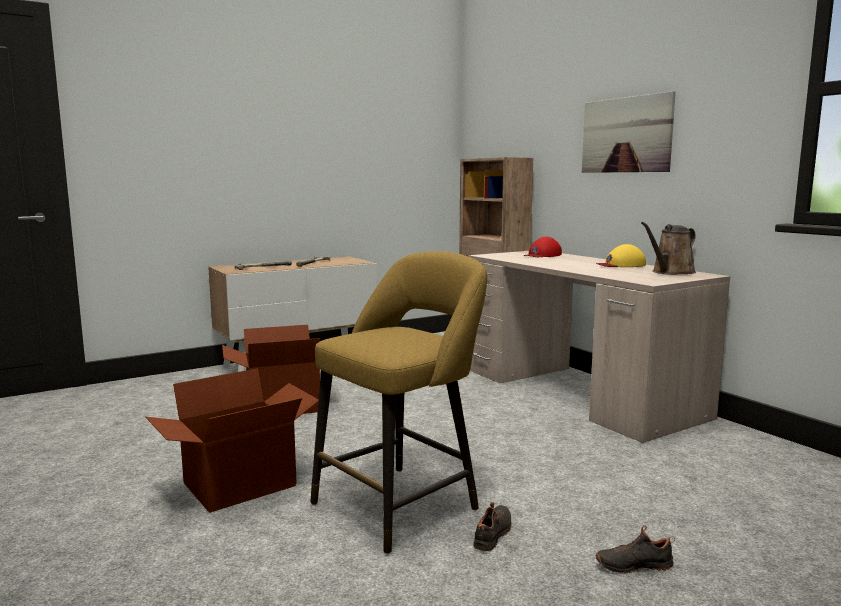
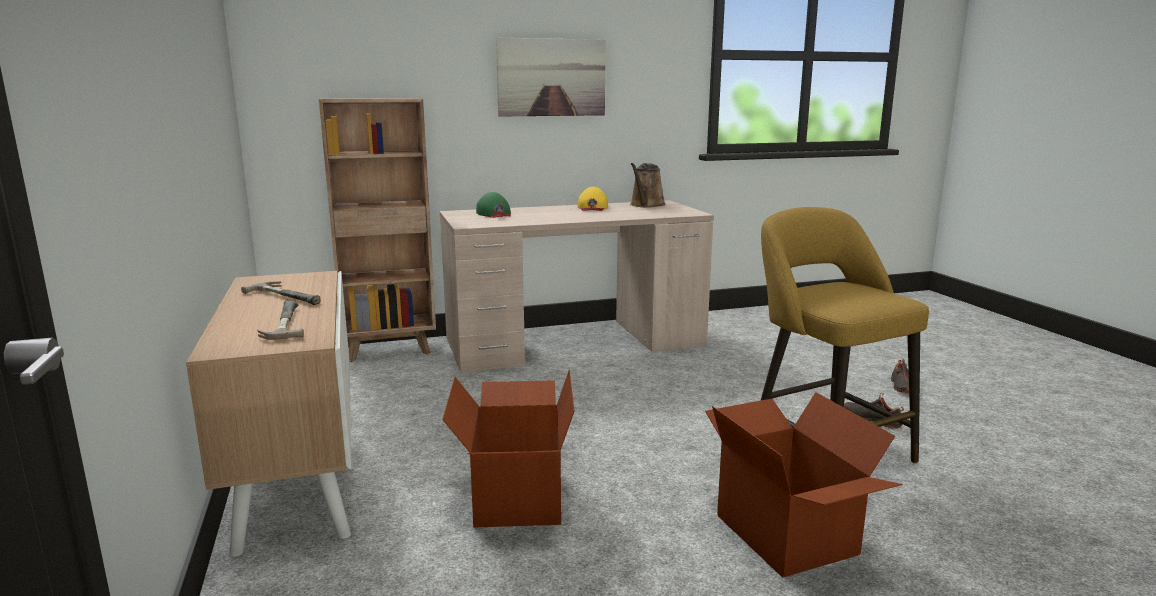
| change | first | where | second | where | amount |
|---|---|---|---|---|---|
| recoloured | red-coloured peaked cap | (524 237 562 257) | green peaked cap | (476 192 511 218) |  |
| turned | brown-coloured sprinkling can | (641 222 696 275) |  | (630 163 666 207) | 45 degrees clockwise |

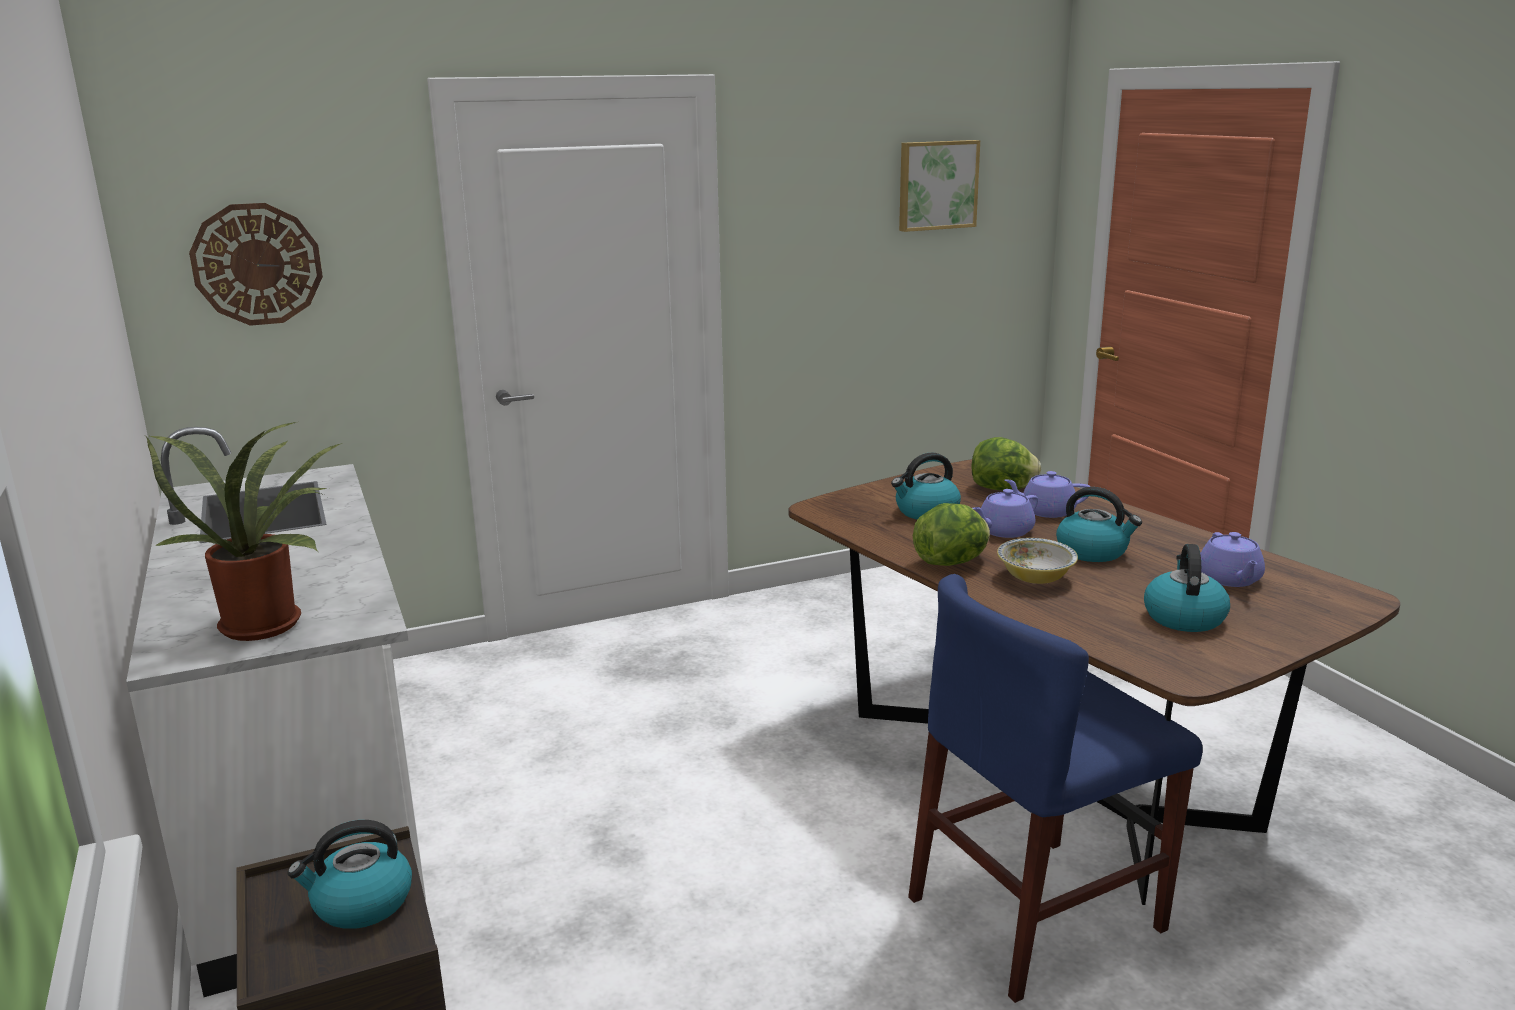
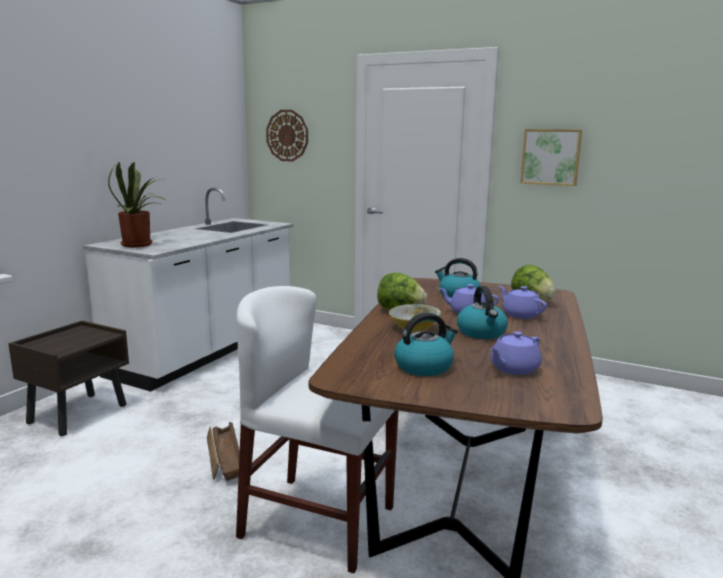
| change | first | where | second | where | amount |
|---|---|---|---|---|---|
| added |  |  | packing crate | (207 422 240 481) |  |
| recoloured | blue plain chair | (908 574 1203 1003) | white plain chair | (236 286 398 573) |  |
| moved | wall picture | (899 140 980 232) |  | (520 129 582 186) |  |
| removed | water kettle | (287 820 412 929) |  |  |  |

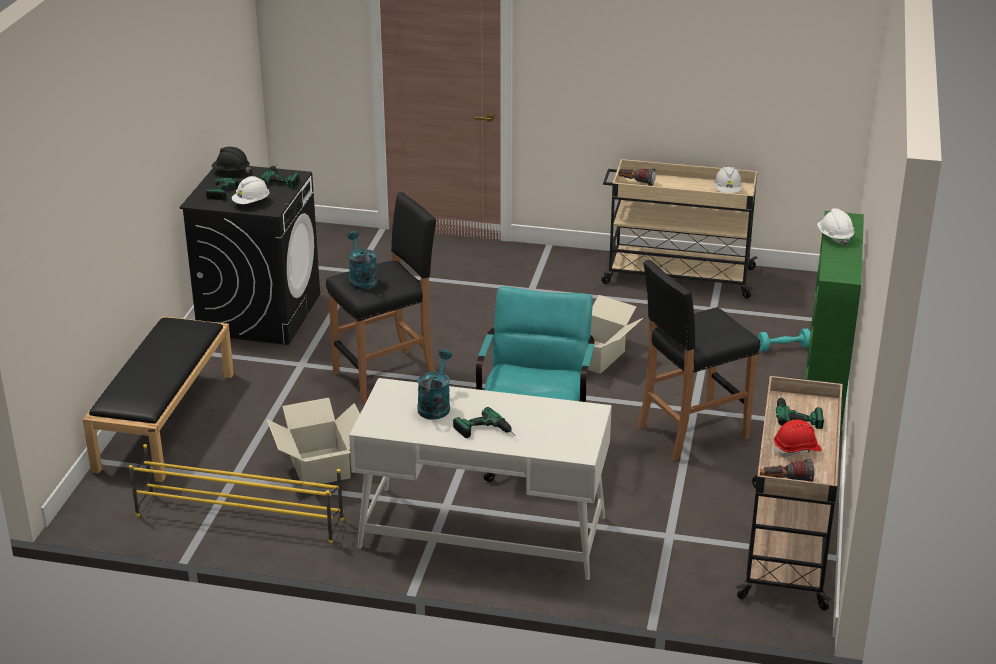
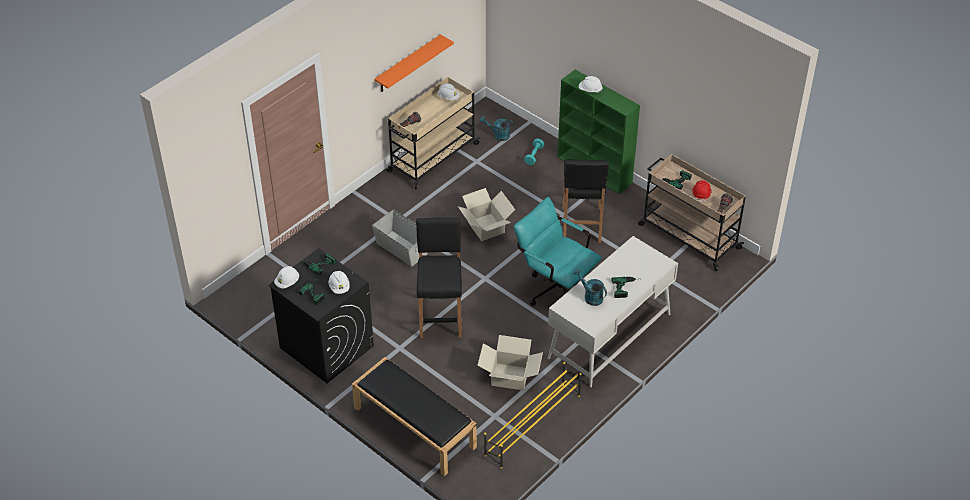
| change | first | where | second | where | amount |
|---|---|---|---|---|---|
| recoloured | black-coloured safety helmet | (212 147 250 173) | white safety helmet | (274 266 299 289) |  |
| added |  |  | greyish storage bin | (372 209 428 267) |  |
| added |  |  | orange-coloured wall shelf | (375 34 454 92) |  |
| moved | turquoise sprinkling can | (347 231 378 290) |  | (480 116 514 141) |  |

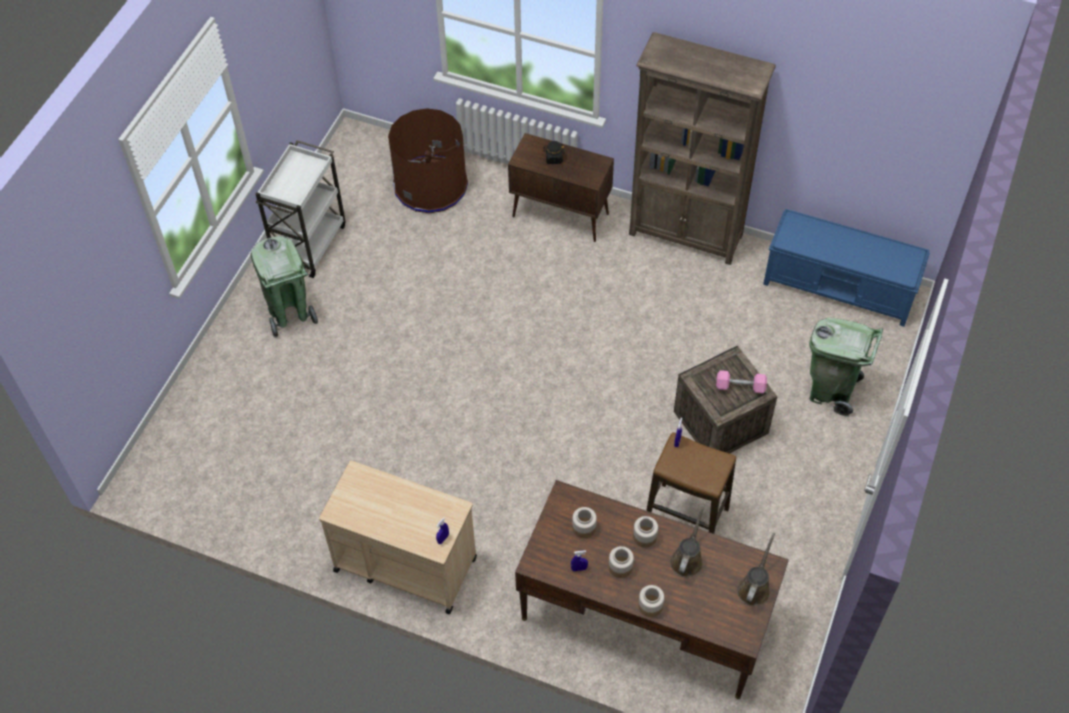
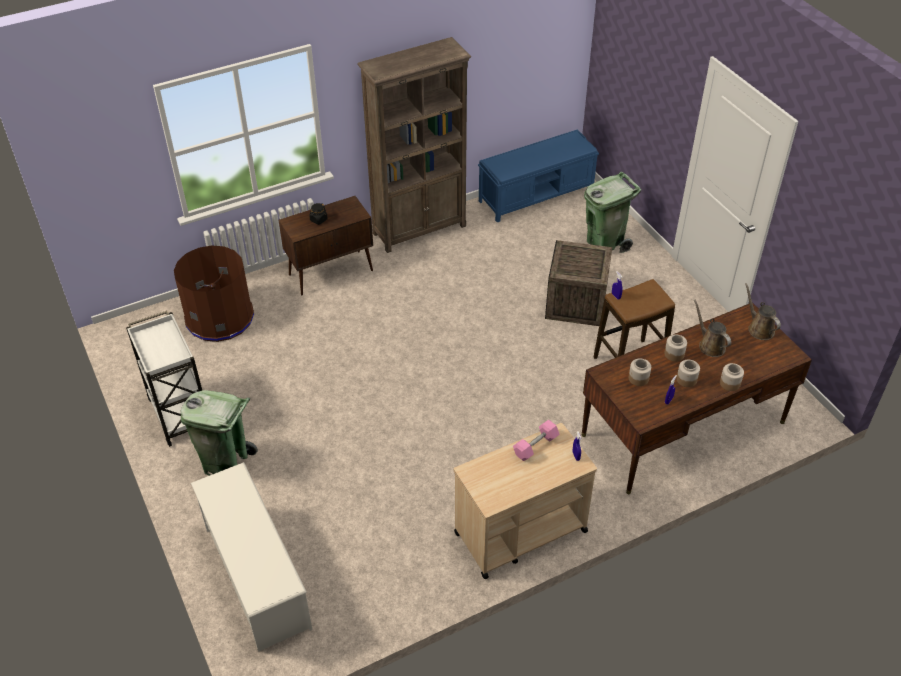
| change | first | where | second | where | amount |
|---|---|---|---|---|---|
| added |  |  | white shoe rack | (191 462 313 652) |  |
| moved | pink-coloured dumbbell | (716 370 767 394) |  | (513 420 560 461) |  |

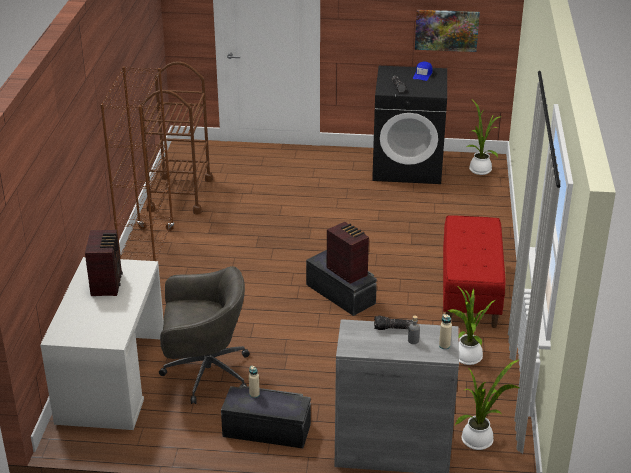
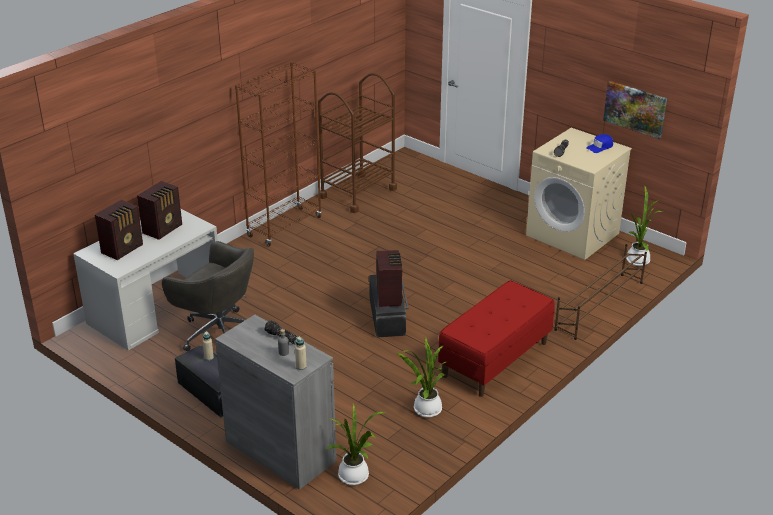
| change | first | where | second | where | amount |
|---|---|---|---|---|---|
| added |  |  | radio receiver | (95 200 143 260) |  |
| recoloured | black-coloured laundry appliance | (372 66 447 184) | beige-coloured laundry appliance | (526 128 632 260) |  |
| added |  |  | brown-coloured shoe rack | (554 244 647 340) |  |

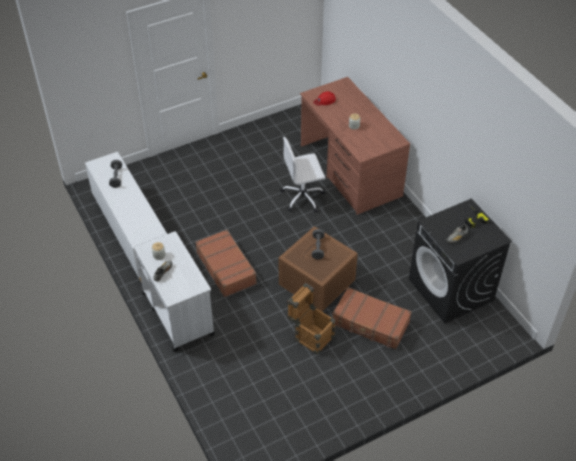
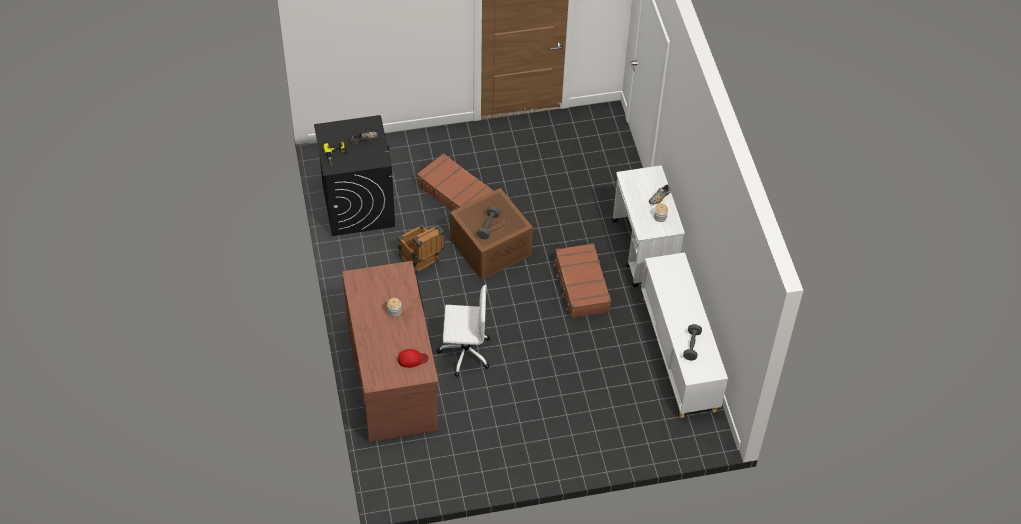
| change | first | where | second | where | amount |
|---|---|---|---|---|---|
| moved | packing crate | (288 283 336 355) |  | (398 224 444 274) |  |

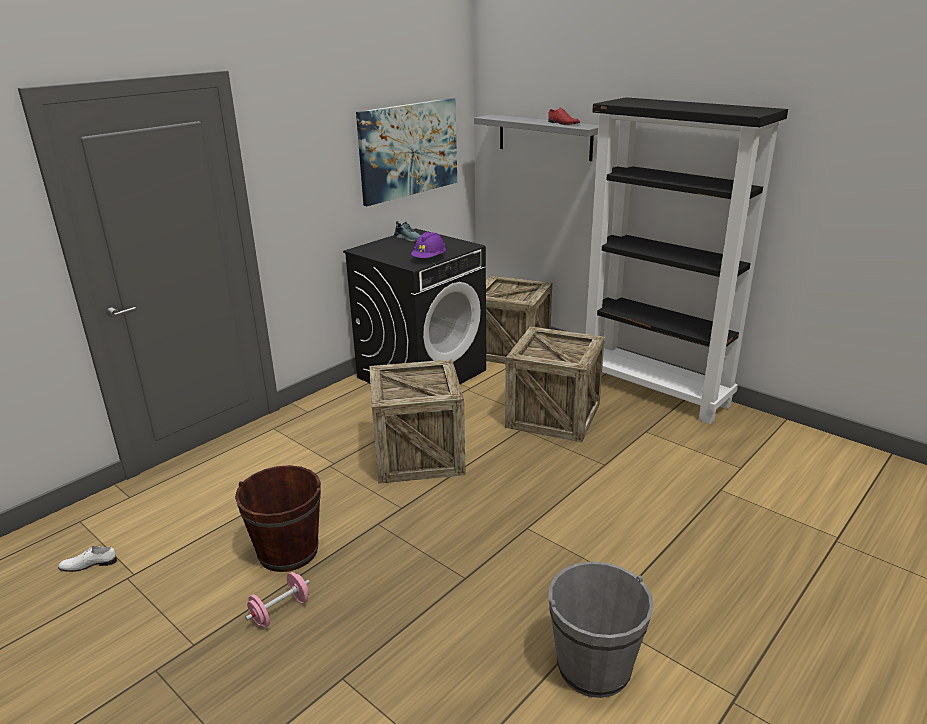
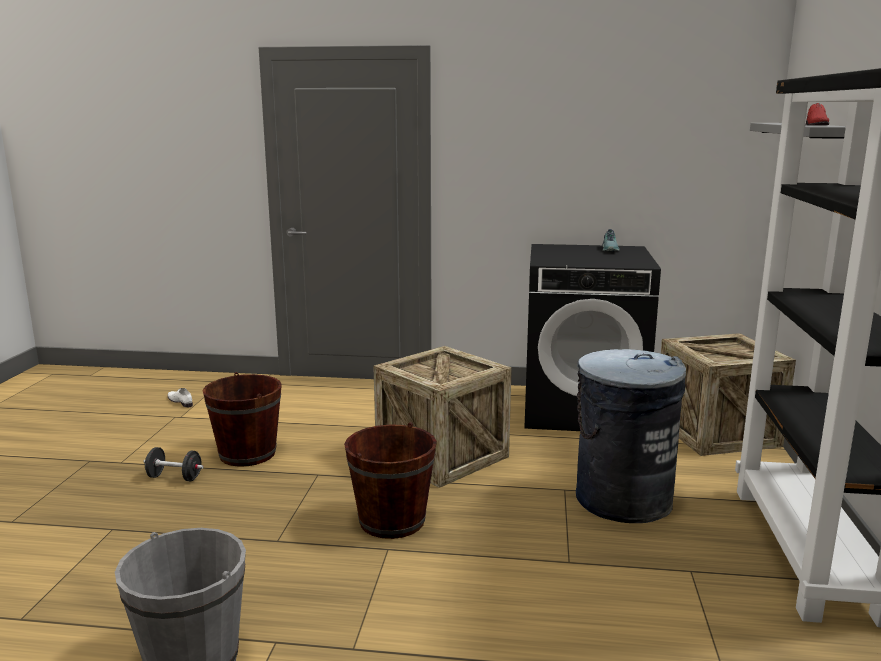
| change | first | where | second | where | amount |
|---|---|---|---|---|---|
| recoloured | pink-coloured dumbbell | (245 572 310 628) | black-coloured dumbbell | (143 447 204 481) |  |
| added |  |  | brown-coloured bucket | (344 422 437 539) |  |
| replaced | packing crate | (505 326 605 442) | greyish trash can | (576 349 686 523) |  |
| removed | wall picture | (356 98 457 206) |  |  |  |
| removed | purplish safety helmet | (411 232 446 258) |  |  |  |

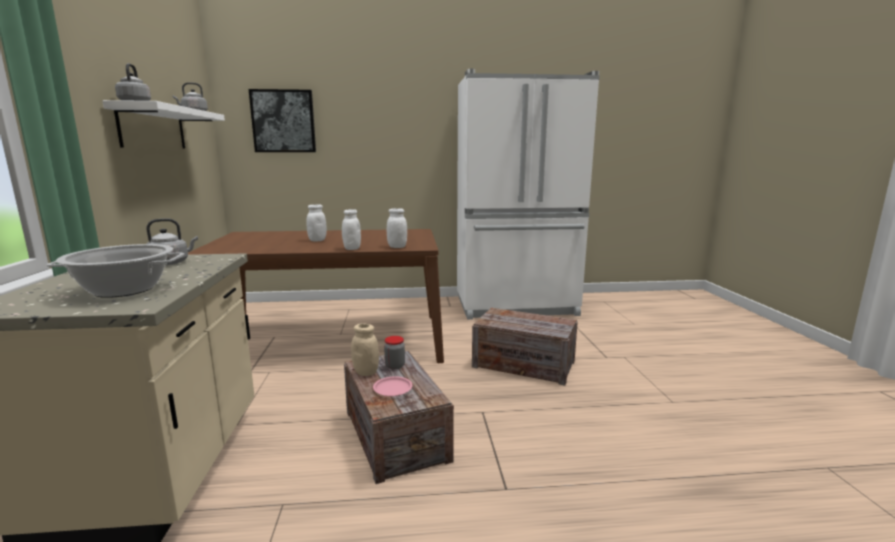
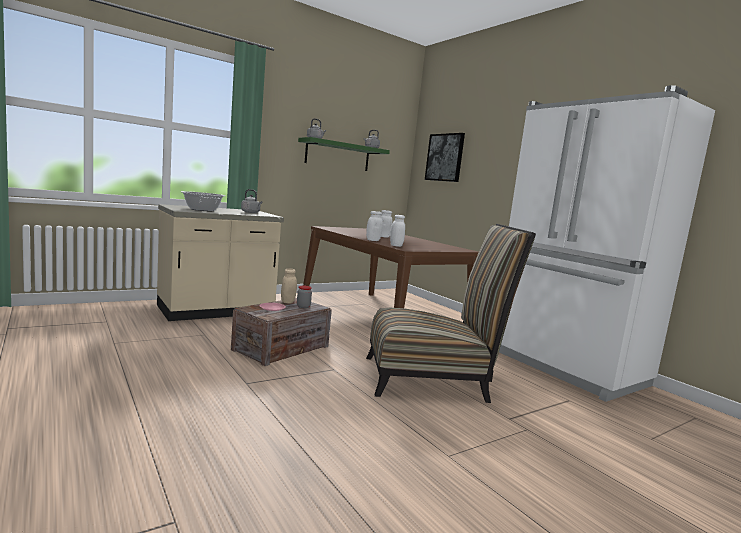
| change | first | where | second | where | amount |
|---|---|---|---|---|---|
| recoloured | white wall shelf | (103 100 225 149) | green wall shelf | (298 137 390 171) |  |
| replaced | packing crate | (472 308 578 385) | plain chair | (366 224 536 403) |  |

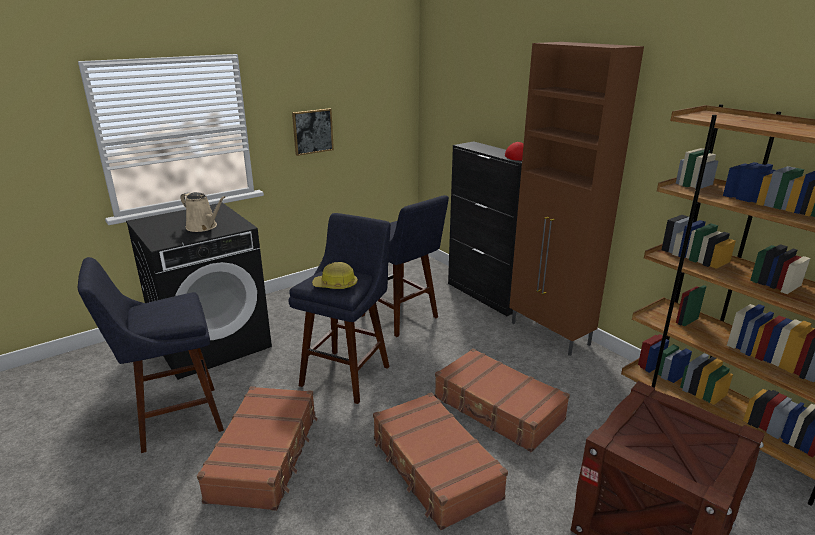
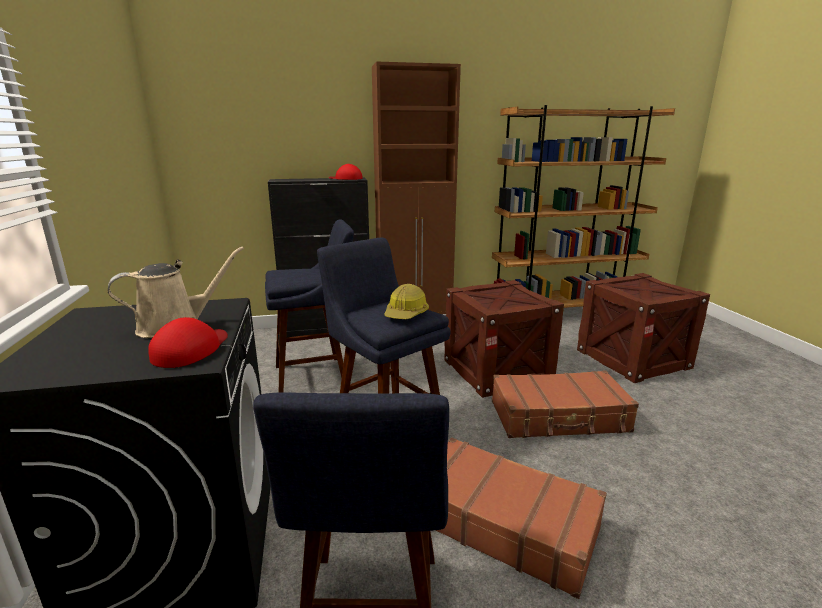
| change | first | where | second | where | amount |
|---|---|---|---|---|---|
| added |  |  | red-coloured peaked cap | (148 317 228 368) |  |
| replaced | brown-coloured piece of luggage | (435 348 570 452) | packing crate | (444 280 564 398) |  |
| removed | wall picture | (292 108 334 156) |  |  |  |

